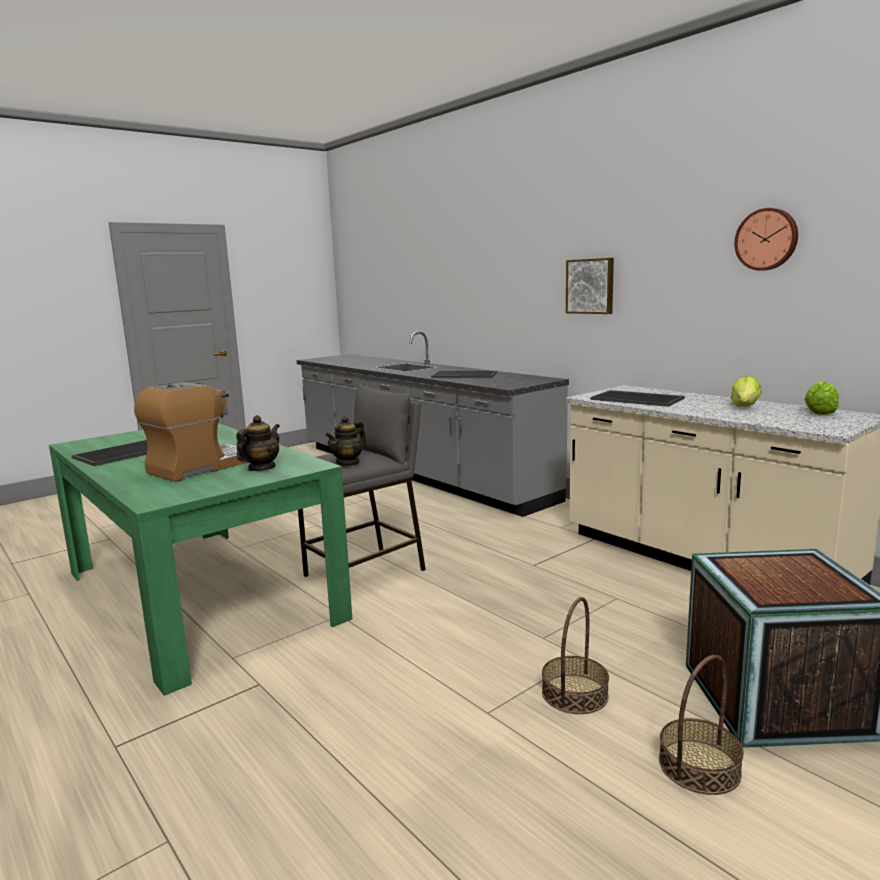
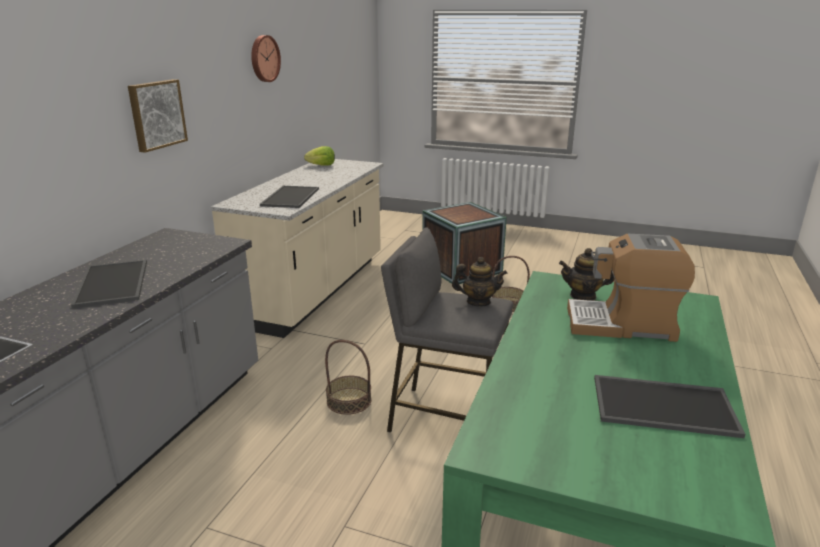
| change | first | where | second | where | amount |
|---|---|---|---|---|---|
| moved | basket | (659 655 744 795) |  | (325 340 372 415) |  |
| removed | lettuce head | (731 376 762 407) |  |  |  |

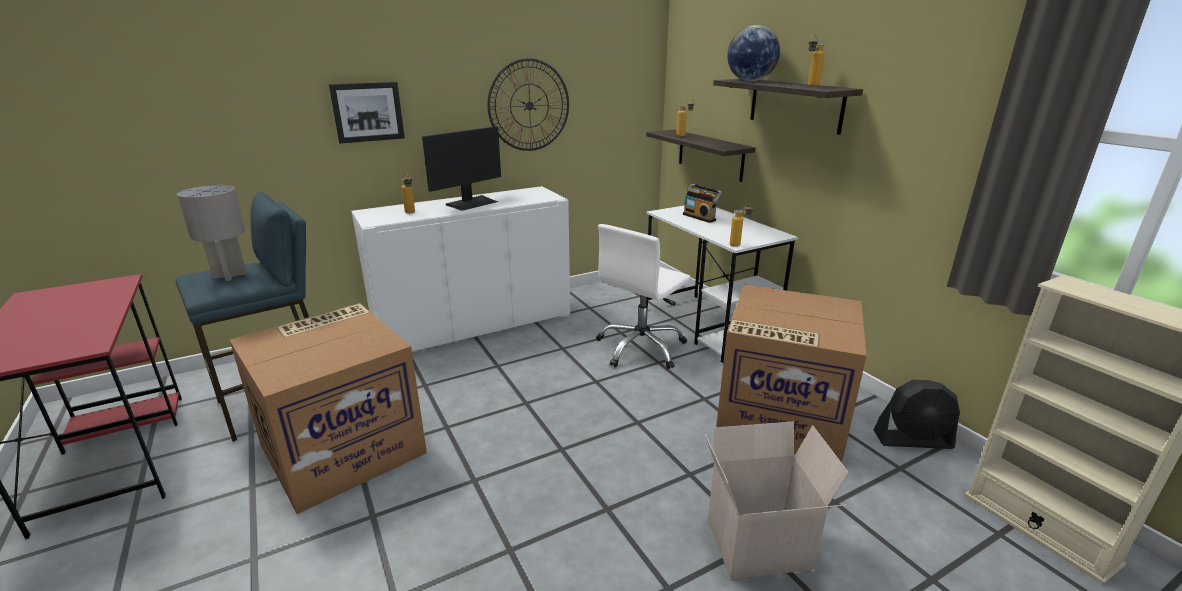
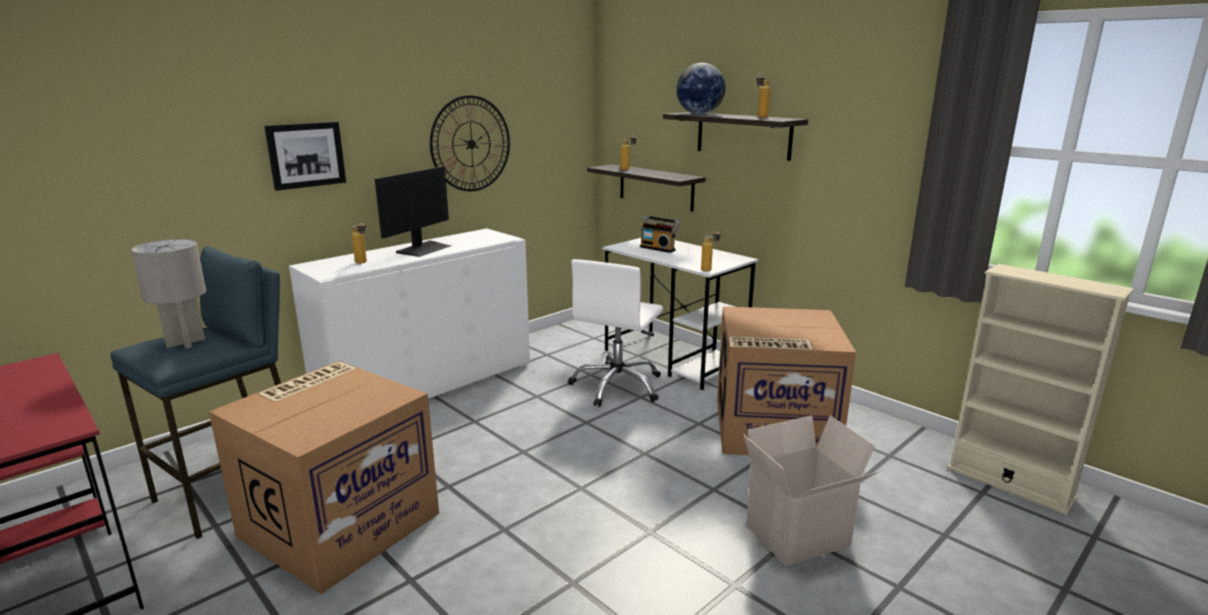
| change | first | where | second | where | amount |
|---|---|---|---|---|---|
| removed | black-coloured electric fan | (874 380 960 449) |  |  |  |

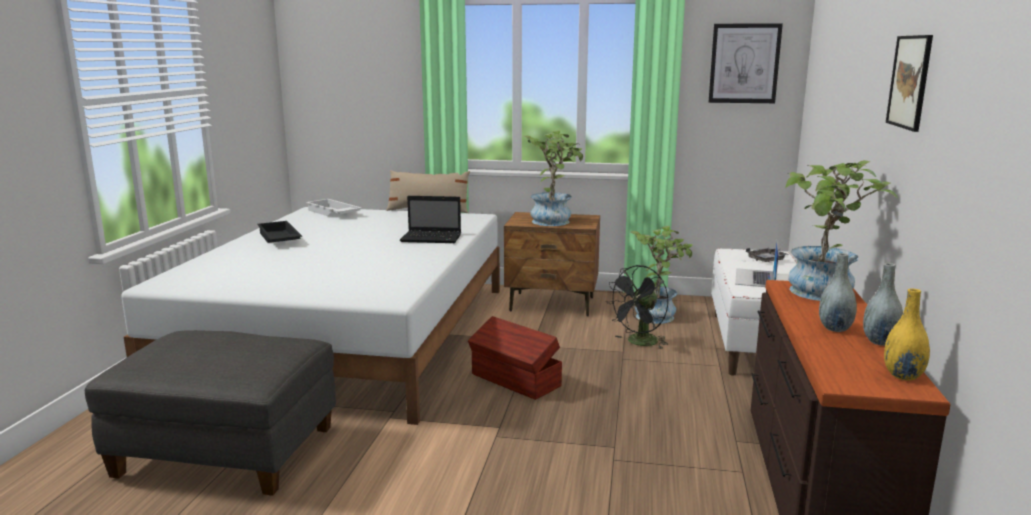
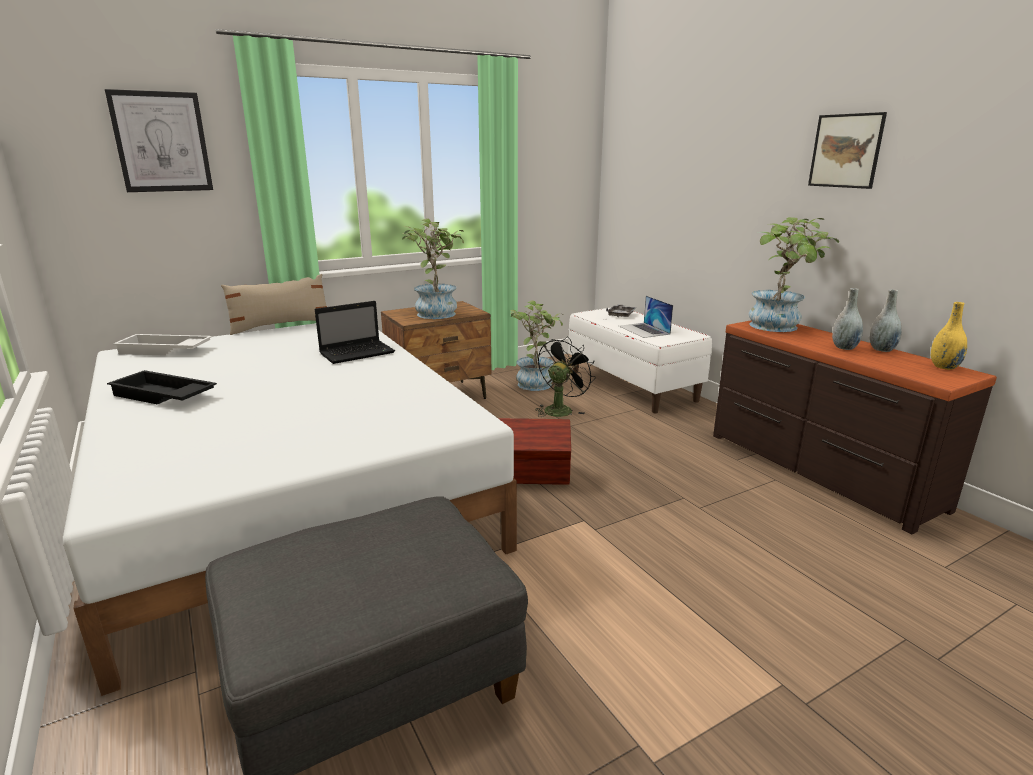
| change | first | where | second | where | amount |
|---|---|---|---|---|---|
| moved | wall picture | (709 23 783 103) |  | (105 89 213 192) |  |
| turned | black-coloured electric fan | (606 265 668 349) |  | (535 336 596 417) | 150 degrees counterclockwise |

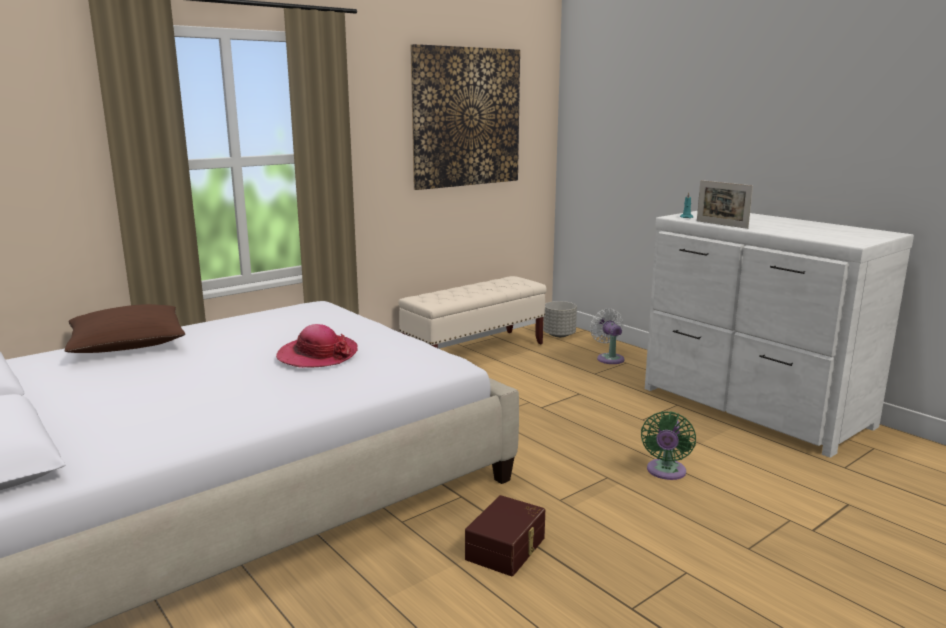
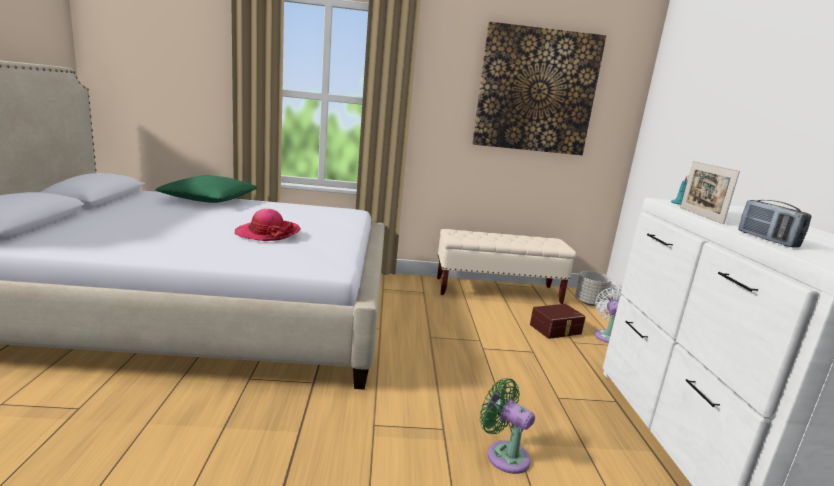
| change | first | where | second | where | amount |
|---|---|---|---|---|---|
| recoloured | brown-coloured throw pillow | (65 304 185 353) | green throw pillow | (155 176 258 203) |  |
| turned | green electric fan | (641 411 696 480) |  | (480 378 535 474) | 75 degrees clockwise |
| moved | brown-coloured storage bin | (465 495 545 576) |  | (530 304 586 339) |  |
| added |  |  | radio receiver | (738 200 812 248) |  |

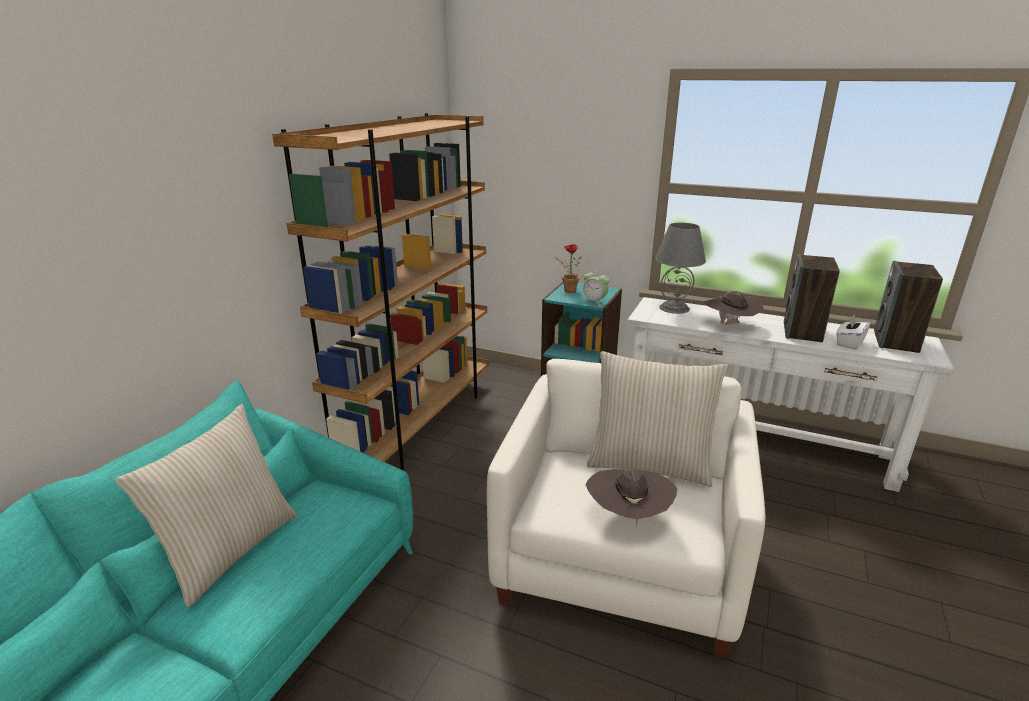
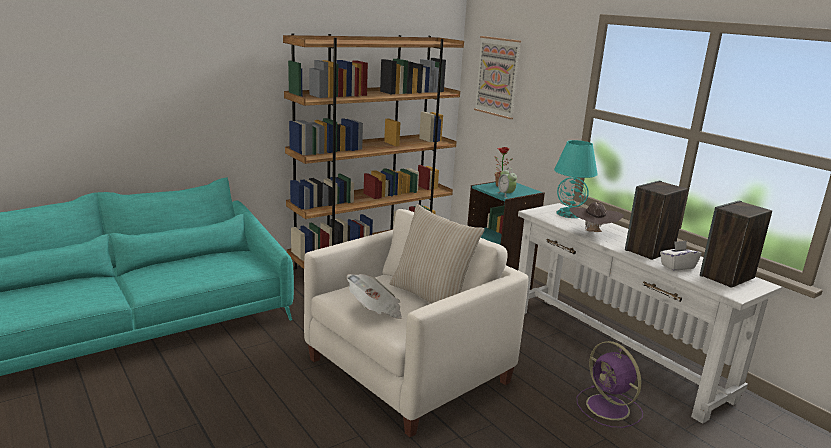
| change | first | where | second | where | amount |
|---|---|---|---|---|---|
| replaced | brown-coloured hat | (586 469 677 525) | printed paper | (347 274 402 319) |  |
| added |  |  | wall picture | (474 36 521 119) |  |
| recoloured | greyish table lamp | (655 222 706 314) | turquoise table lamp | (554 140 598 218) |  |
| added |  |  | purplish electric fan | (577 341 643 428) |  |
| removed | beige-coloured throw pillow | (115 404 297 607) |  |  |  |

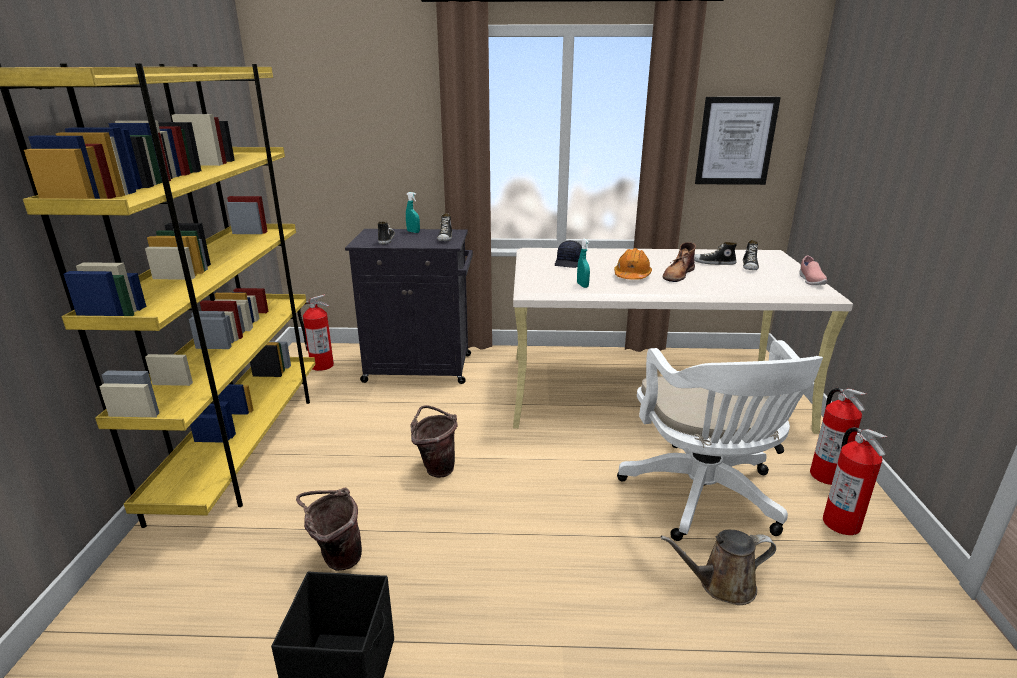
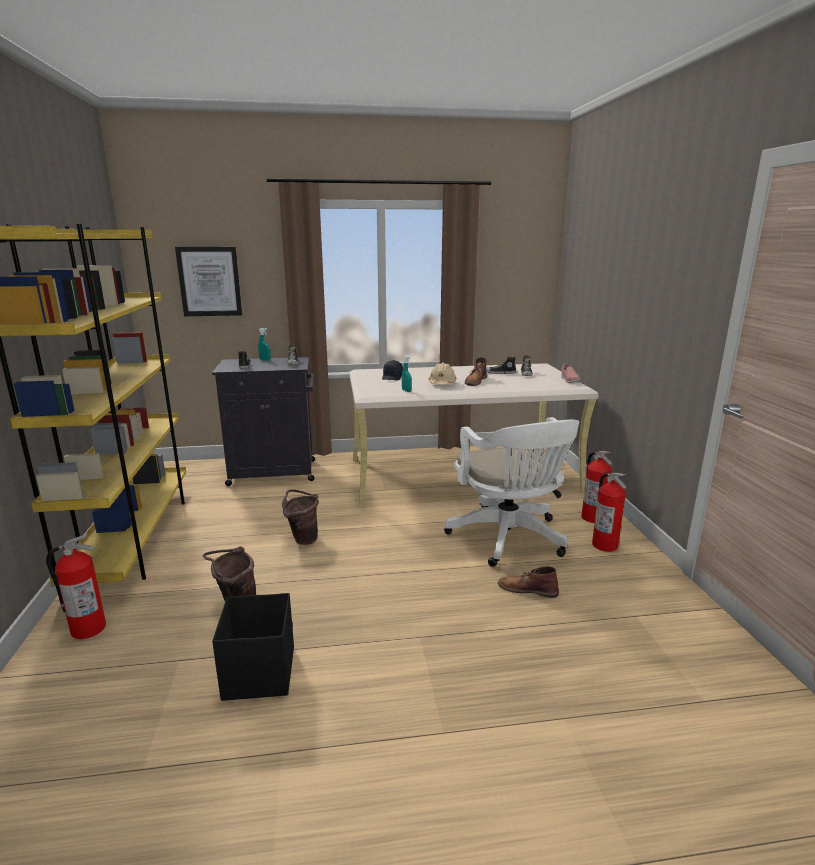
| change | first | where | second | where | amount |
|---|---|---|---|---|---|
| moved | extinguisher | (298 294 334 371) |  | (46 534 106 639) |  |
| moved | wall picture | (695 97 781 185) |  | (175 247 242 316) |  |
| recoloured | orange-coloured safety helmet | (614 248 652 280) | beige-coloured safety helmet | (429 363 456 385) |  |
| replaced | brown-coloured sprinkling can | (661 530 776 605) | brown-coloured high-top boot | (498 566 559 598) |  |

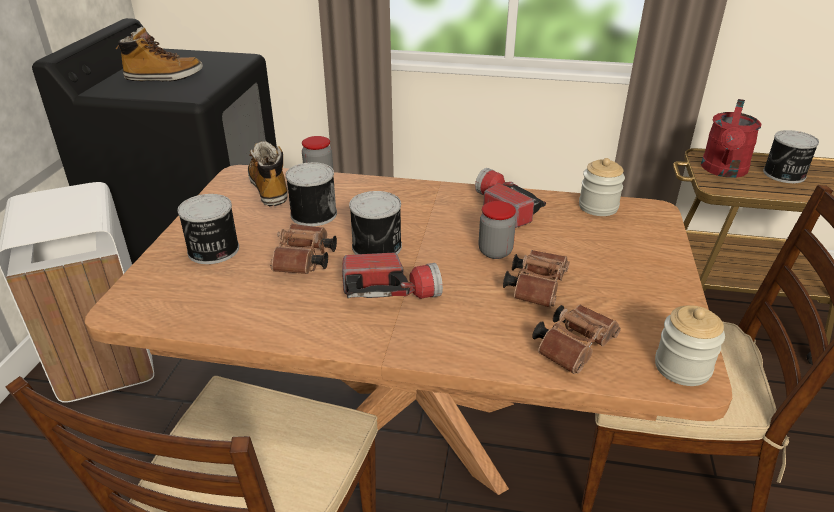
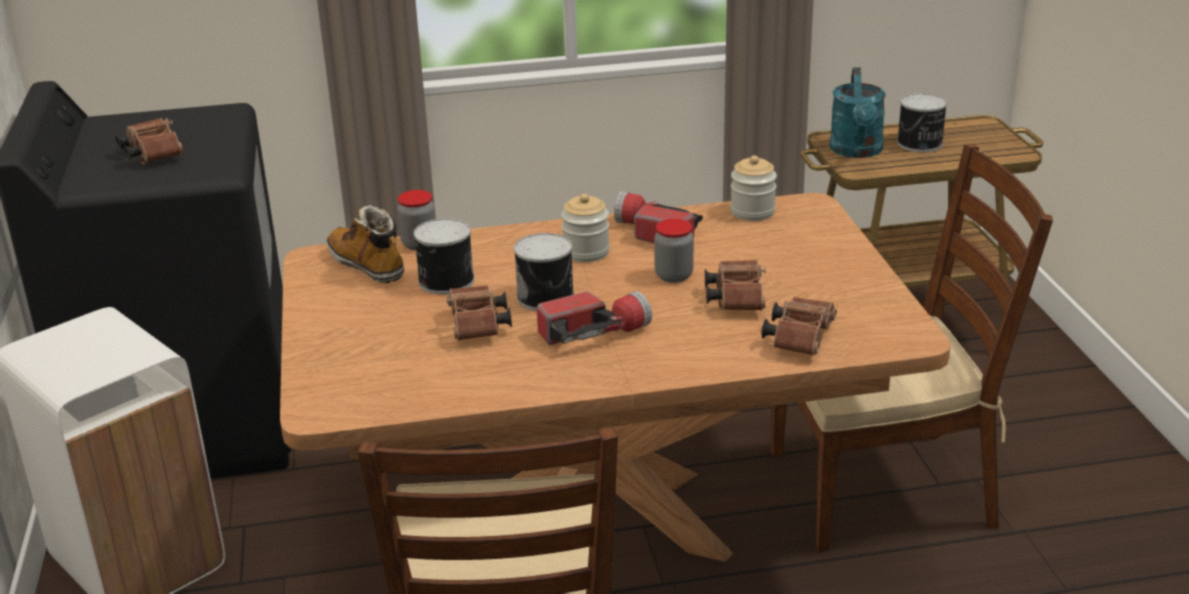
| change | first | where | second | where | amount |
|---|---|---|---|---|---|
| replaced | high-top boot | (116 27 203 82) | brown-coloured field glasses | (116 118 183 164) |  |
| moved | preserve jar | (655 306 725 386) |  | (561 194 610 262) |  |
| recoloured | red-coloured sprinkling can | (701 99 761 178) | turquoise sprinkling can | (829 68 886 158) |  |
| removed | metal can | (177 194 239 264) |  |  |  |

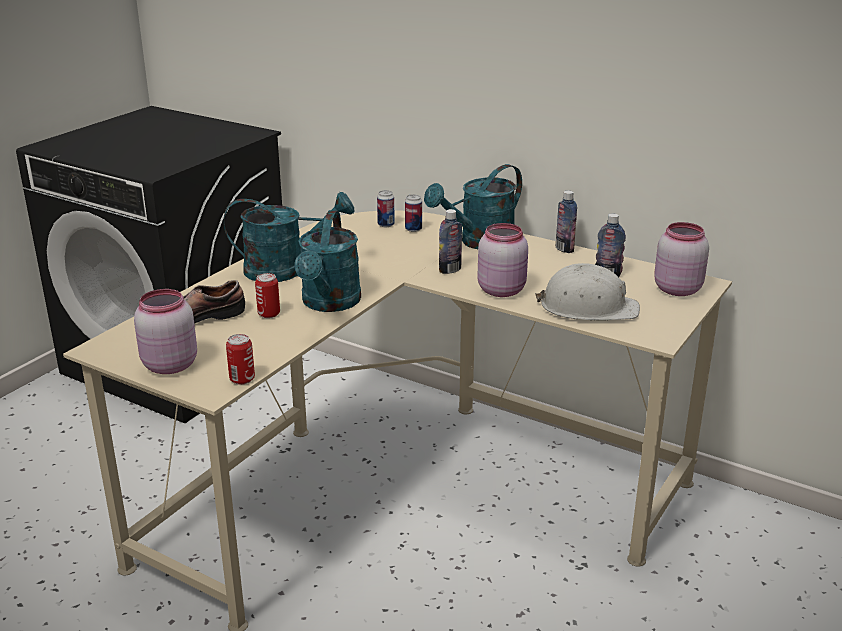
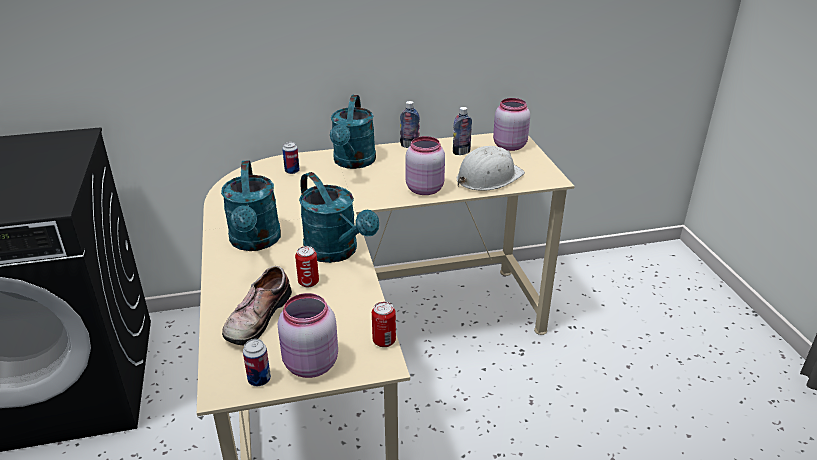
| change | first | where | second | where | amount |
|---|---|---|---|---|---|
| turned | turquoise sprinkling can | (224 192 354 282) |  | (221 160 281 251) | 135 degrees clockwise |
| moved | metal can | (377 190 395 227) |  | (243 339 271 386) |  |
| removed | bottle | (439 209 462 274) |  |  |  |

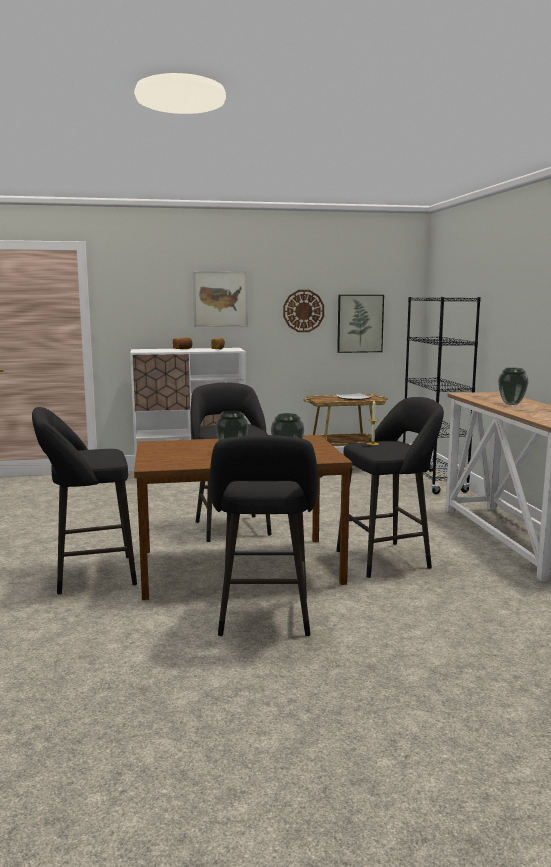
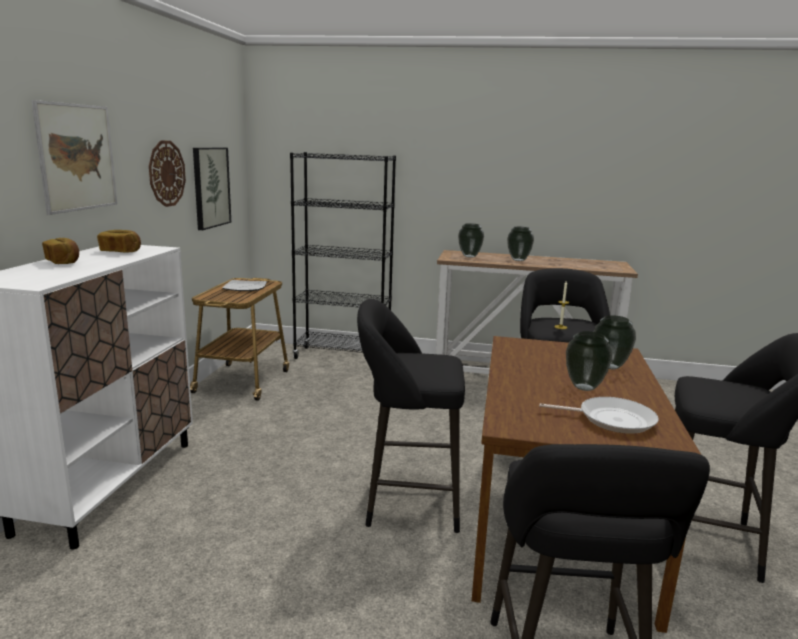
| change | first | where | second | where | amount |
|---|---|---|---|---|---|
| added |  |  | decorative vase | (458 223 484 257) |  |
| added |  |  | pan | (539 397 659 434) |  |

